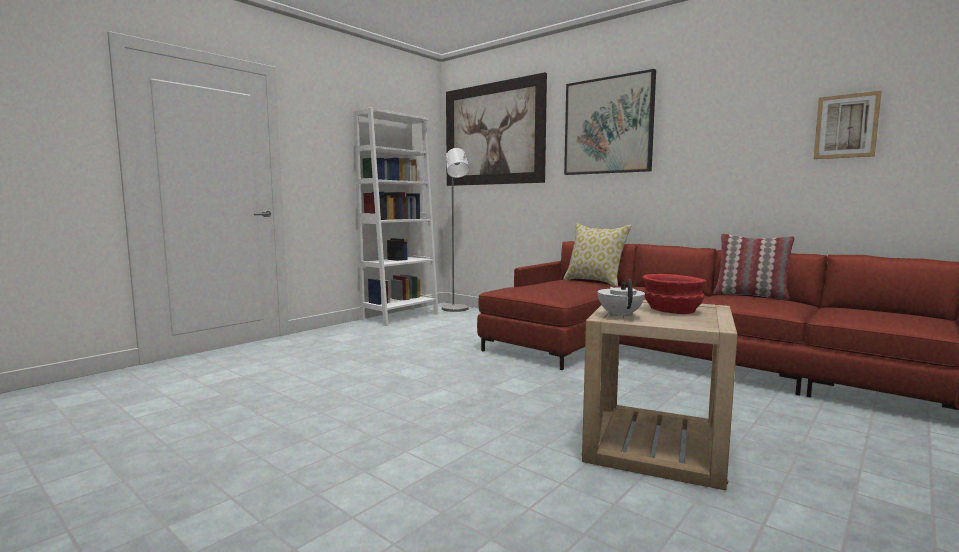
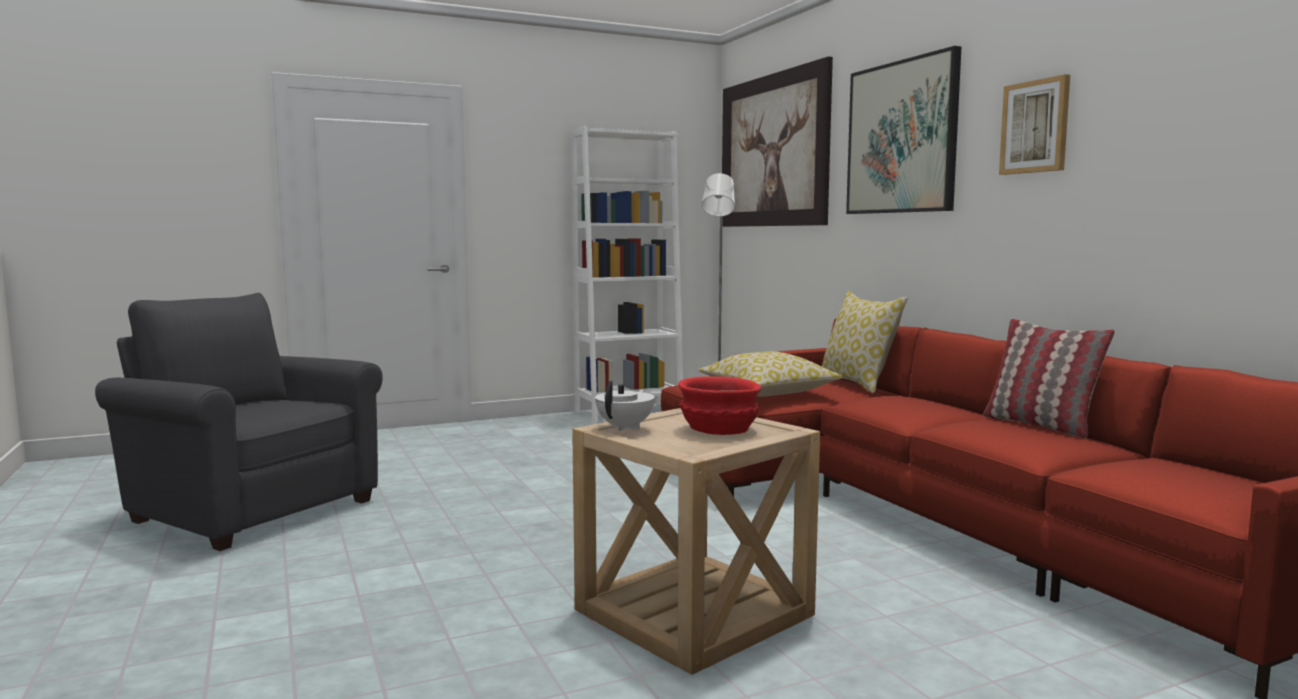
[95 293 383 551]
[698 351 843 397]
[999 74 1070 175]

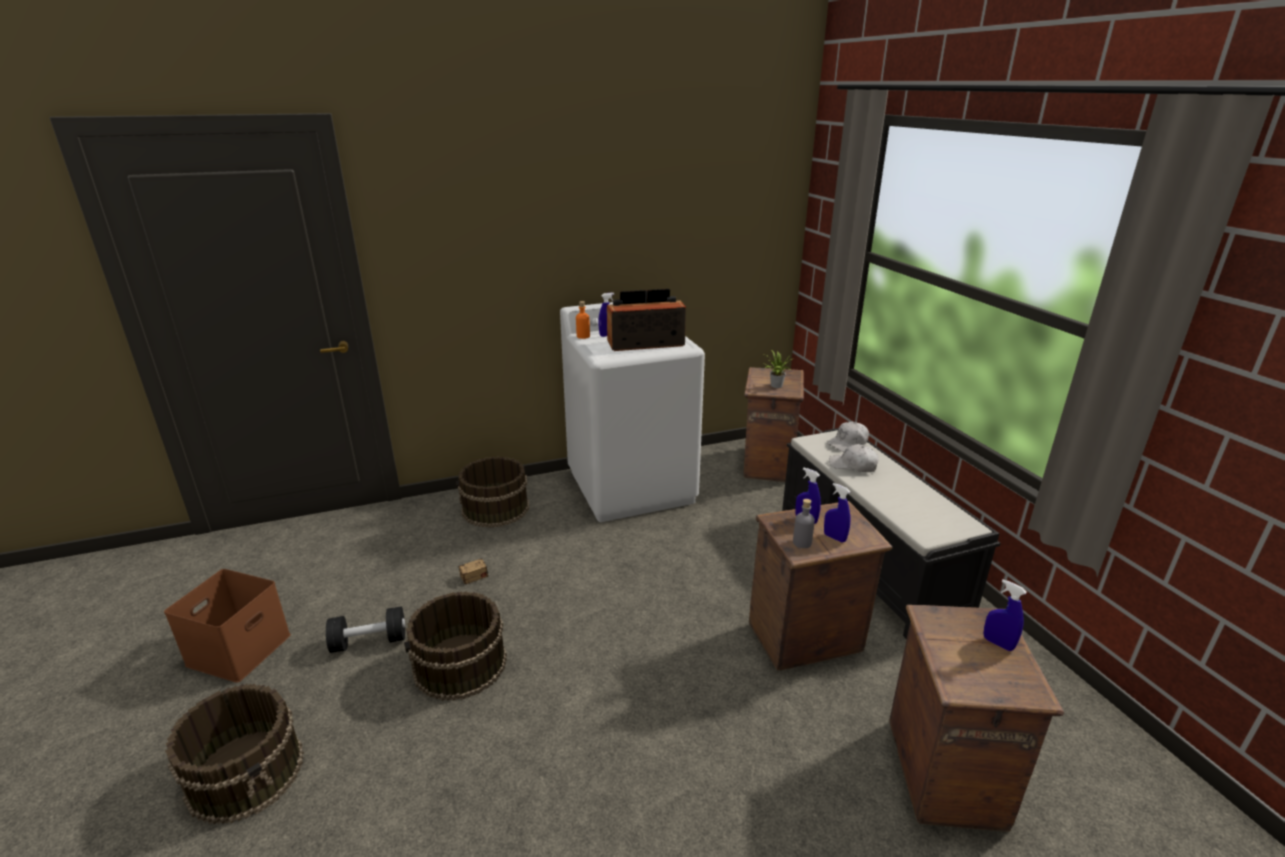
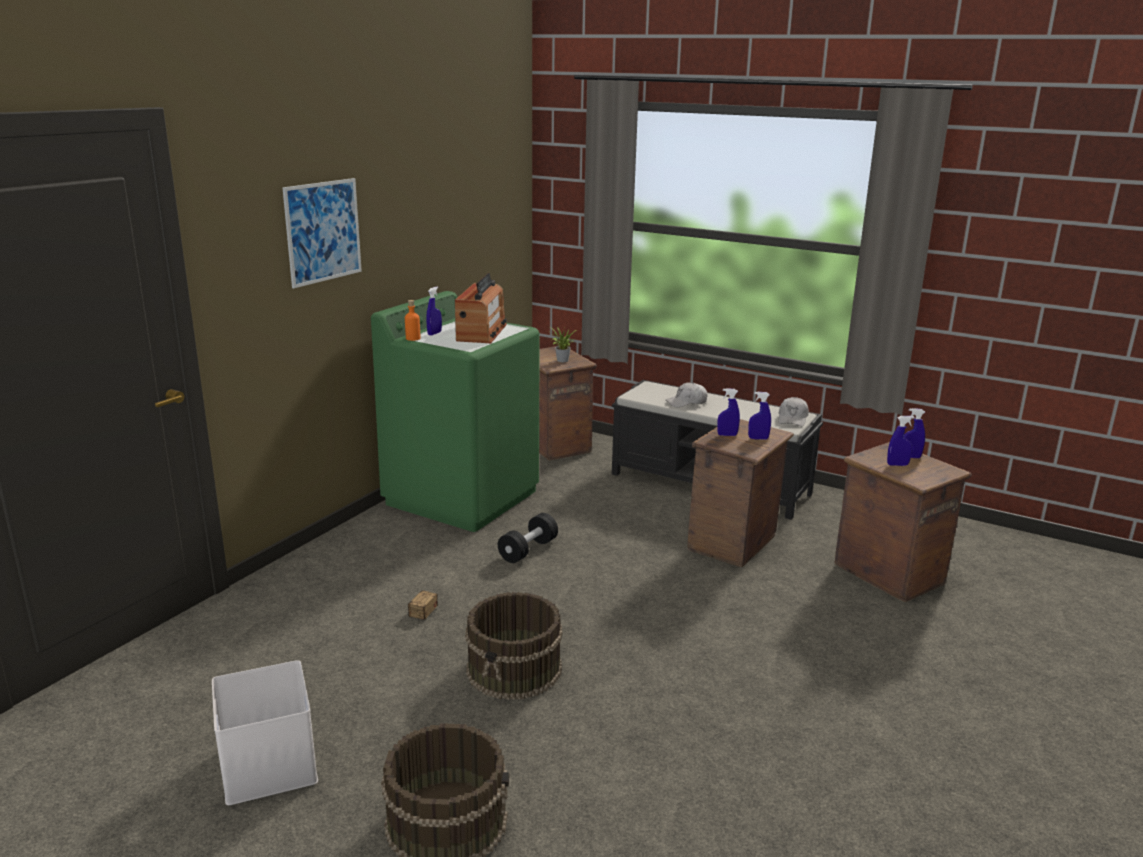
[456 457 529 528] (first image)
[793 499 815 548] (first image)
[282 178 362 288]
[887 416 915 466]
[498 513 558 563]
[778 397 809 426]
[212 660 318 805]
[371 291 540 532]
[455 273 507 343]

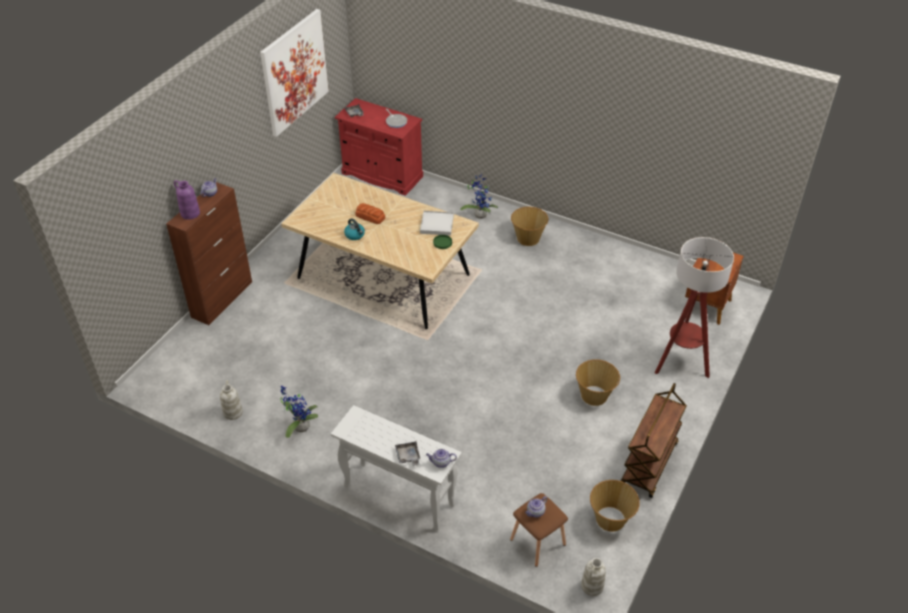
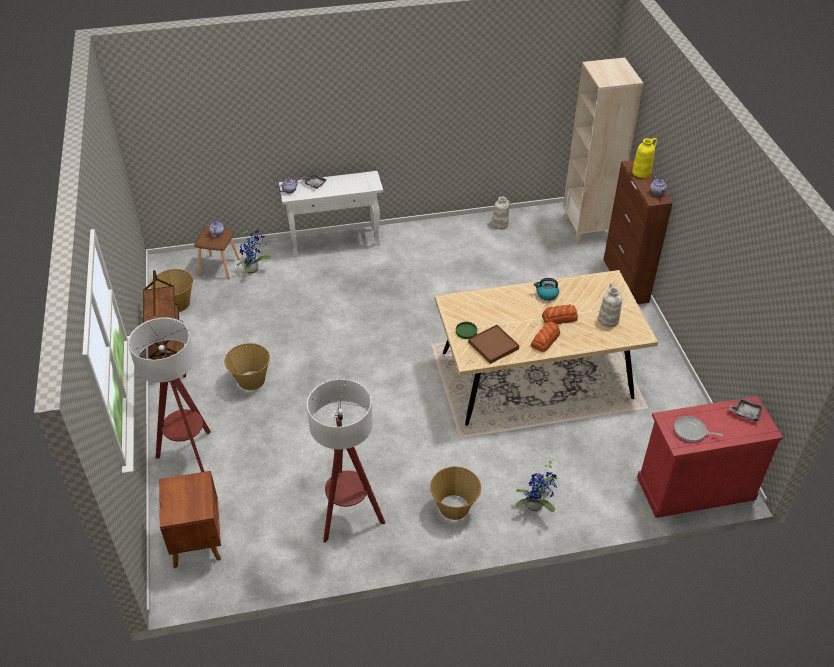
[260 9 329 137] (first image)
[307 379 385 543]
[531 321 560 352]
[563 57 643 245]
[237 226 271 274]
[598 283 622 327]
[632 138 658 178]
[468 325 519 364]

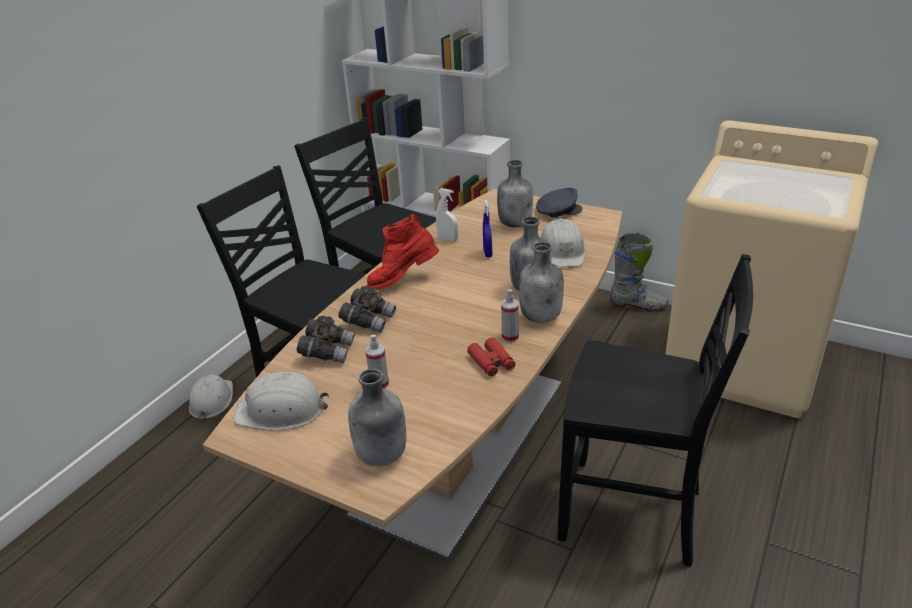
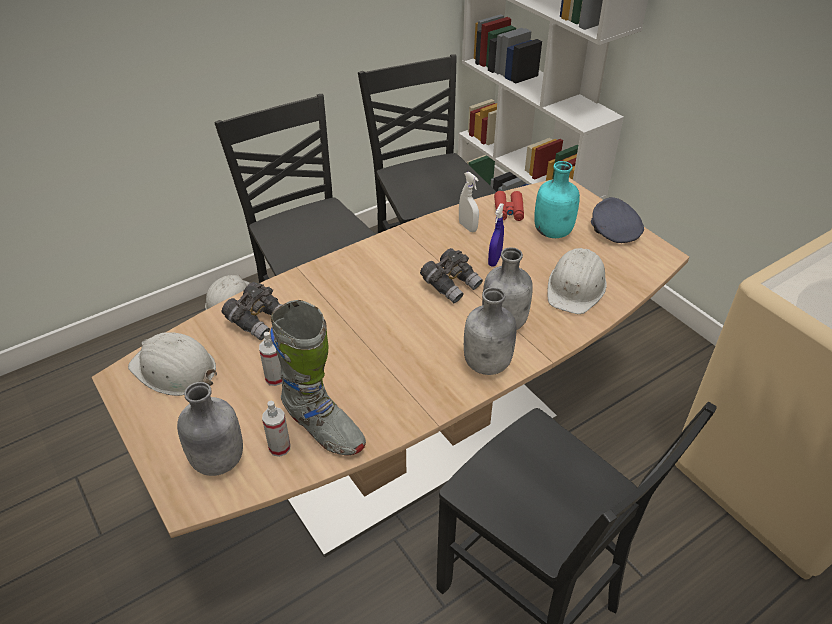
[366 214 439 290] (first image)
[420 248 483 303]
[494 191 524 221]
[262 401 290 457]
[270 300 366 455]
[534 161 580 238]
[591 197 644 243]

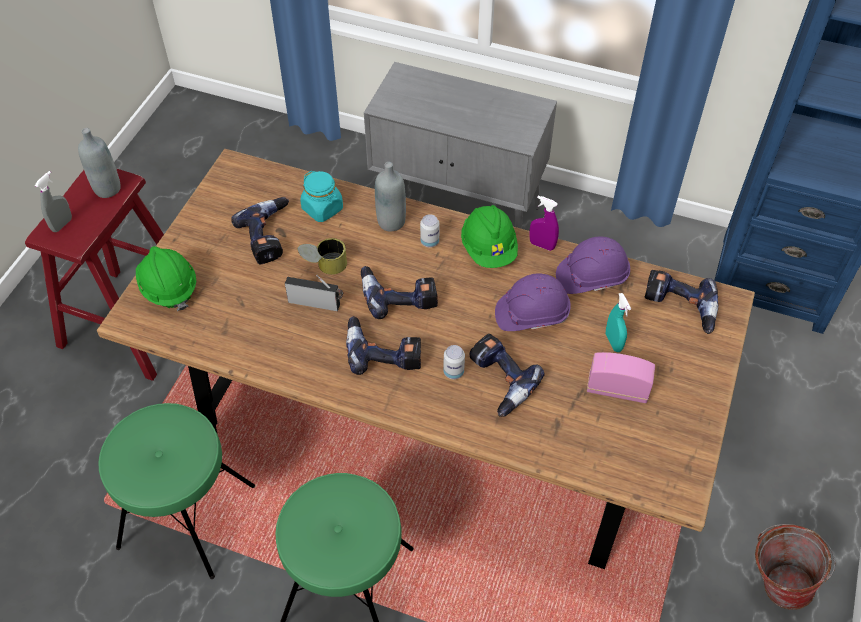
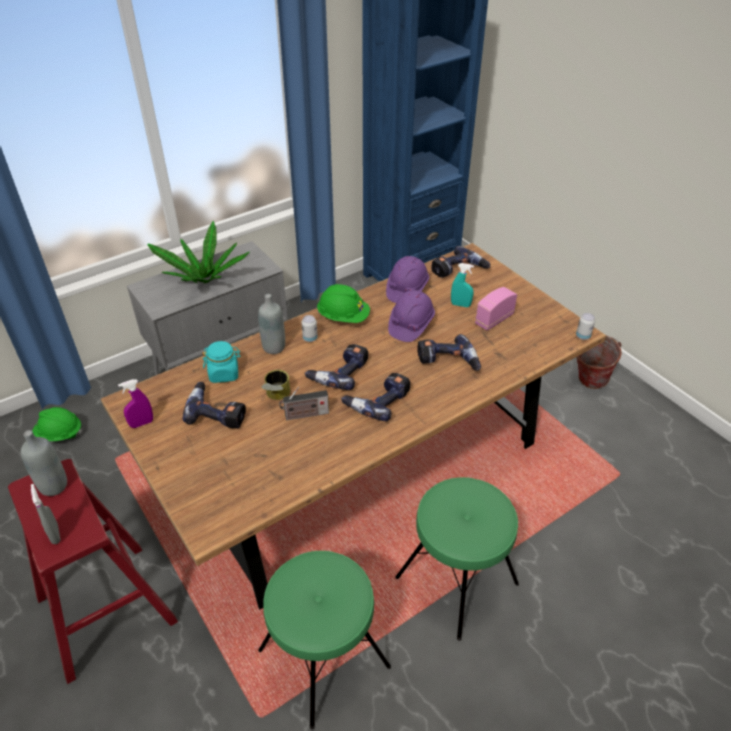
[147 221 250 284]
[32 407 83 441]
[576 313 595 340]
[118 379 153 428]
[279 387 329 420]

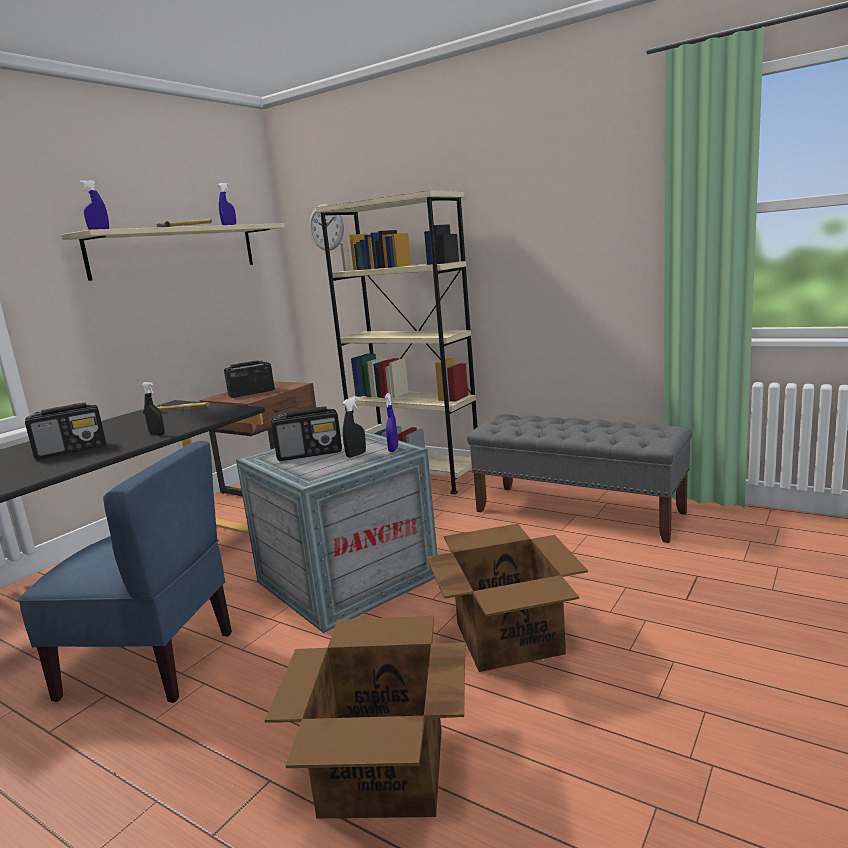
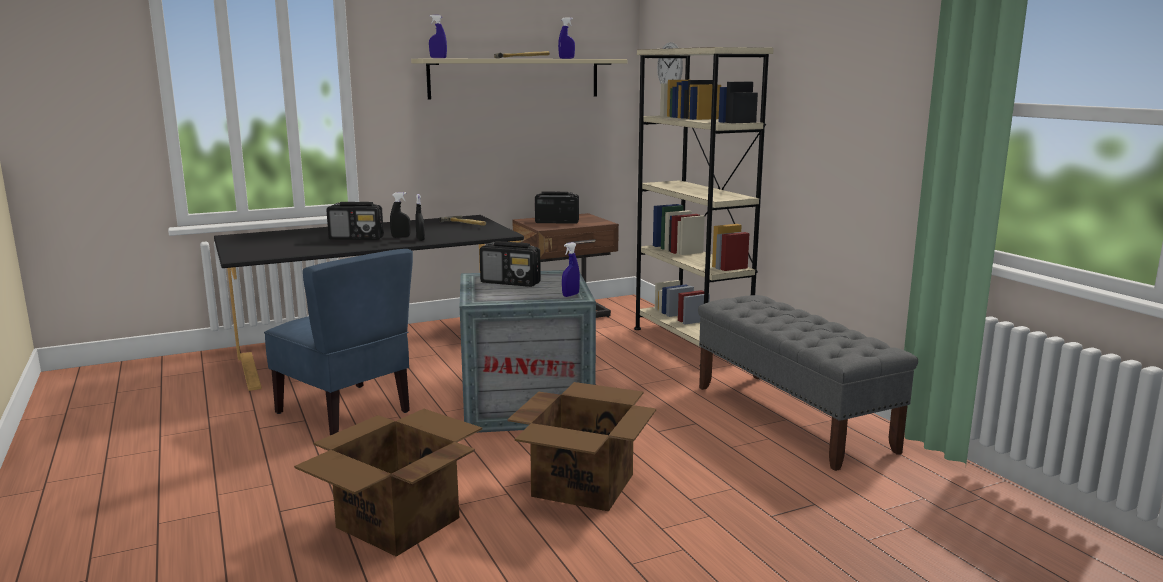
[390 192 411 238]

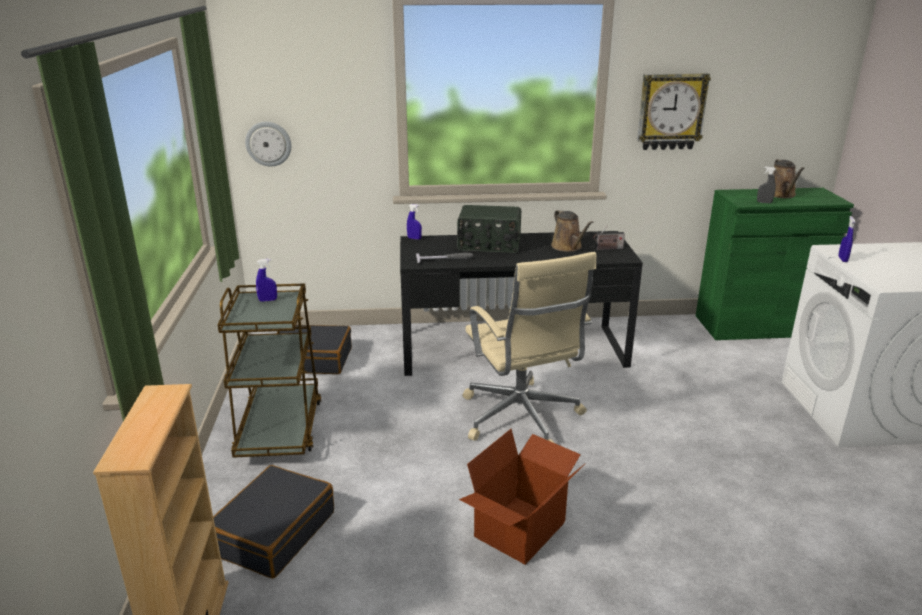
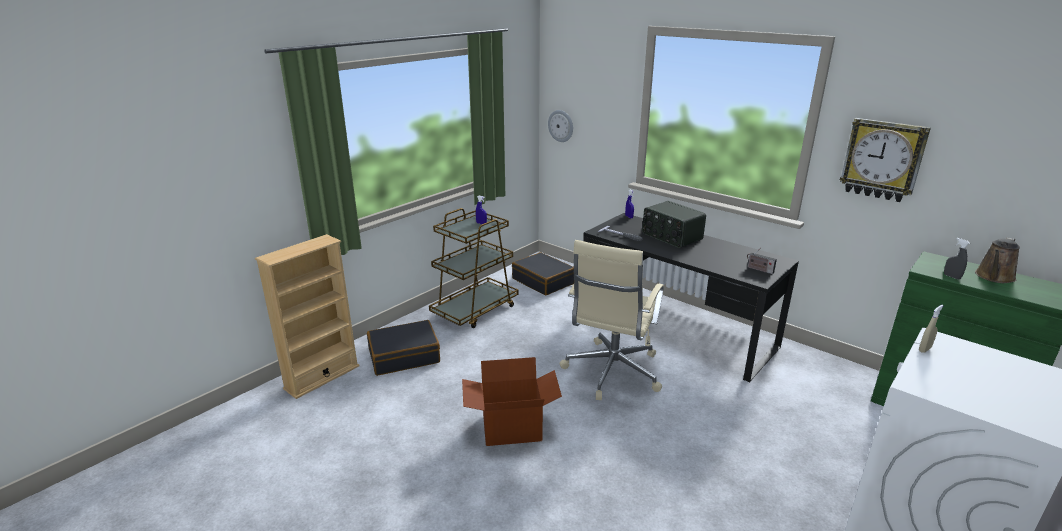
[551 209 593 252] (first image)
[919 305 943 353]

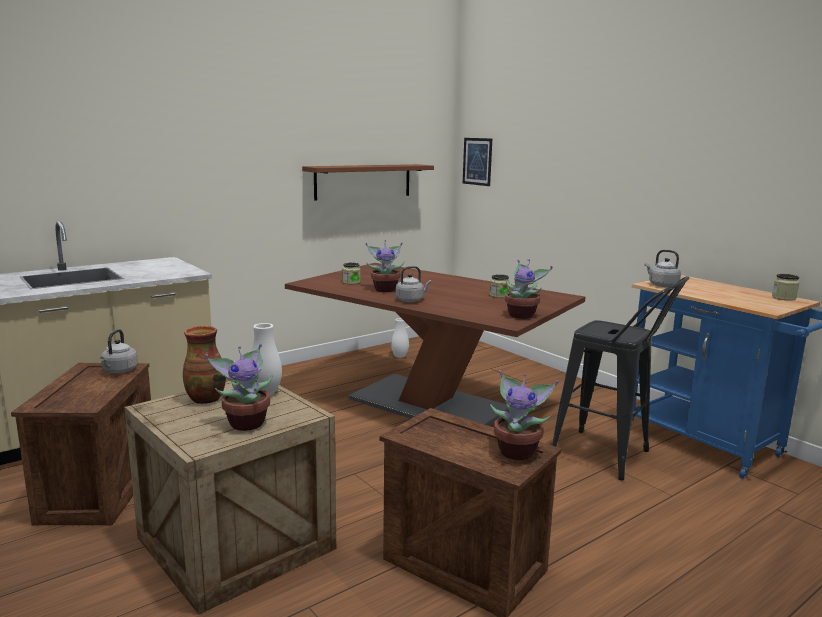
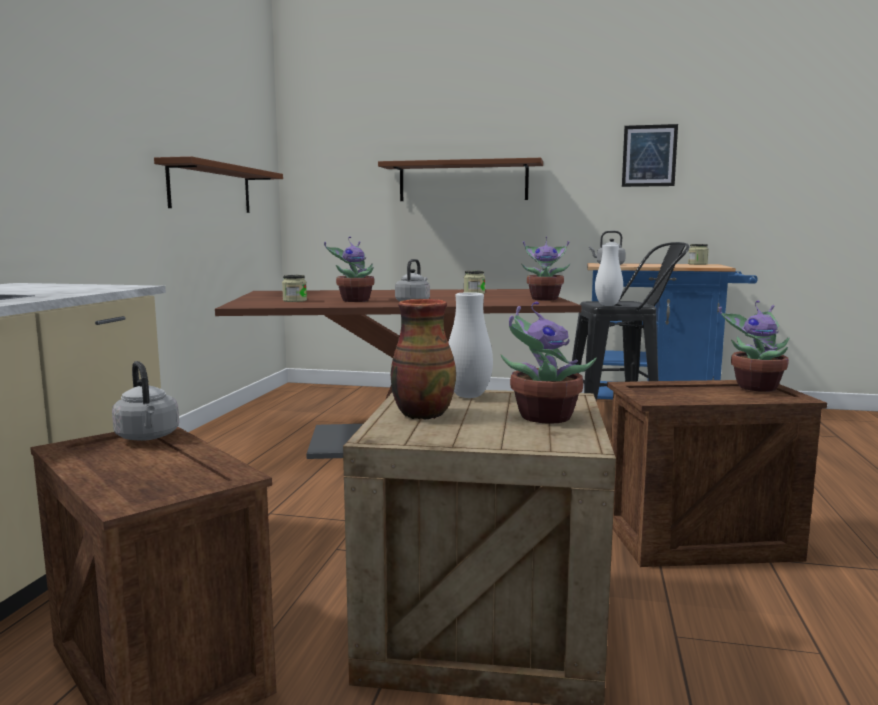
[378 158 543 201]
[595 245 623 306]
[622 124 678 187]

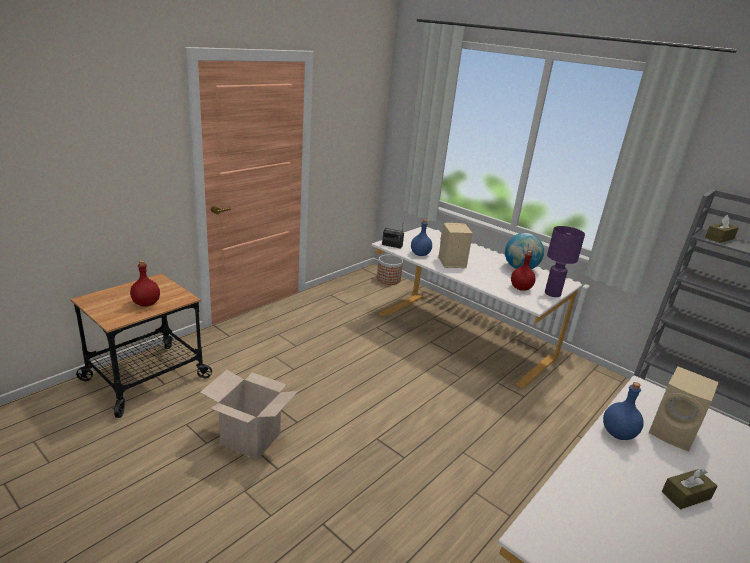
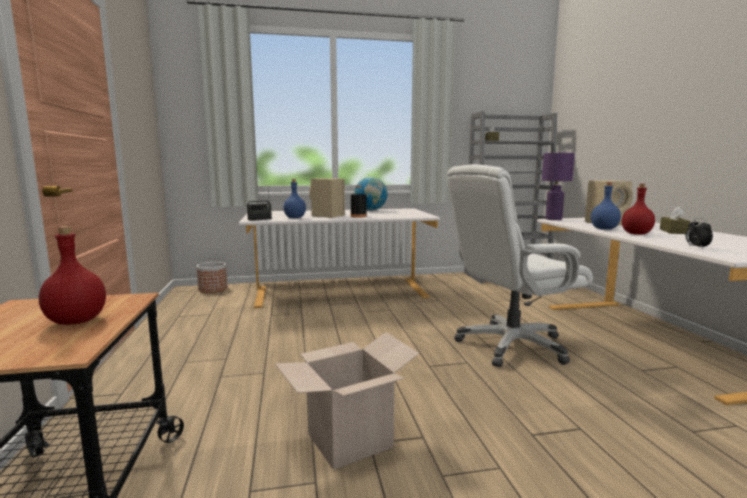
[351 185 367 218]
[447 164 593 367]
[686 218 713 249]
[622 184 655 235]
[542 153 575 220]

